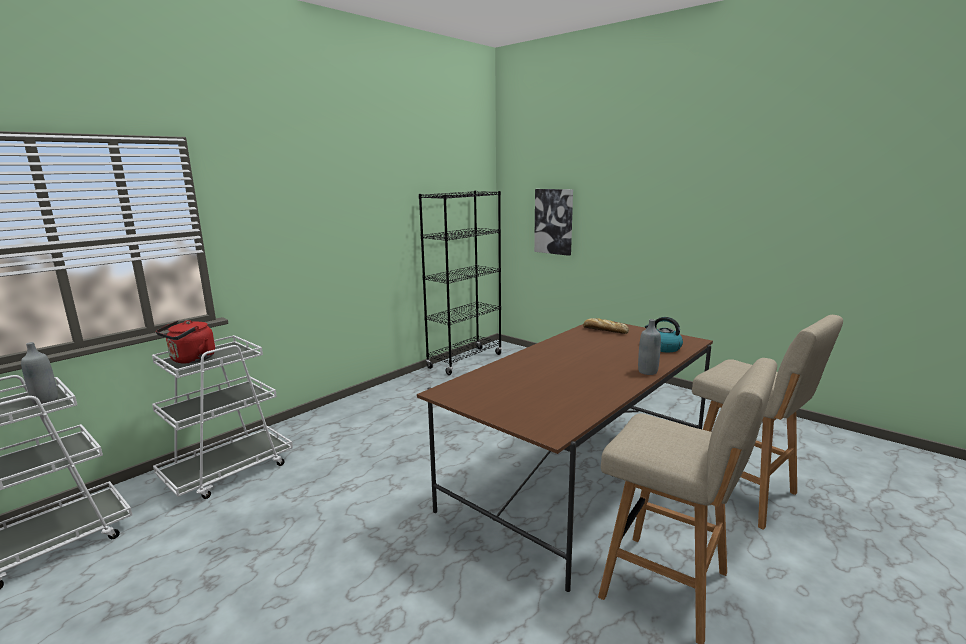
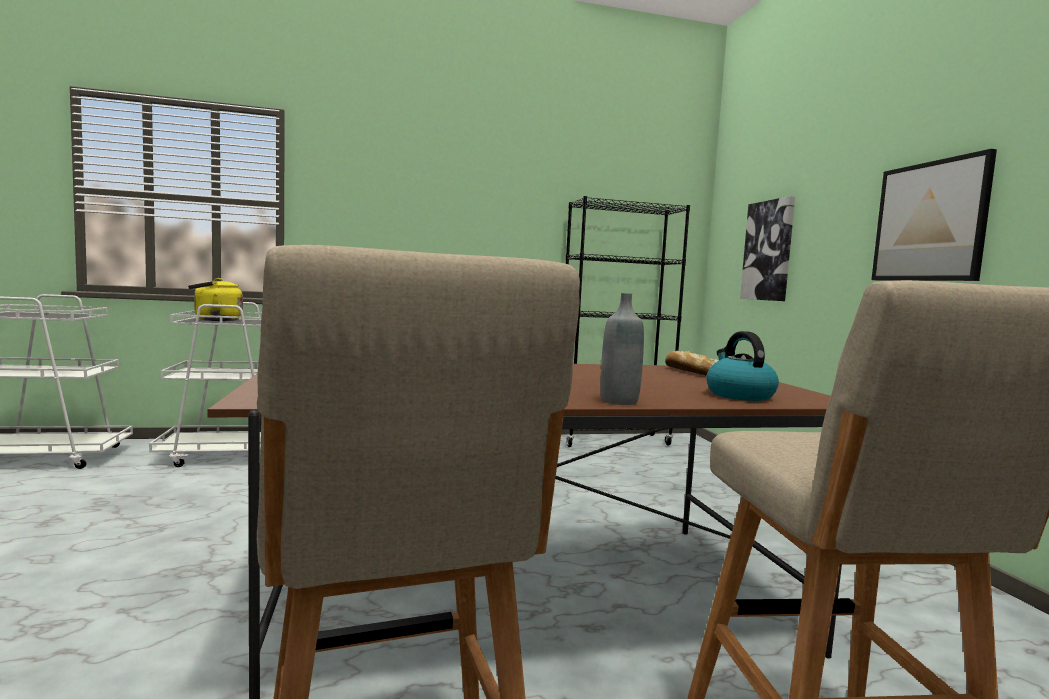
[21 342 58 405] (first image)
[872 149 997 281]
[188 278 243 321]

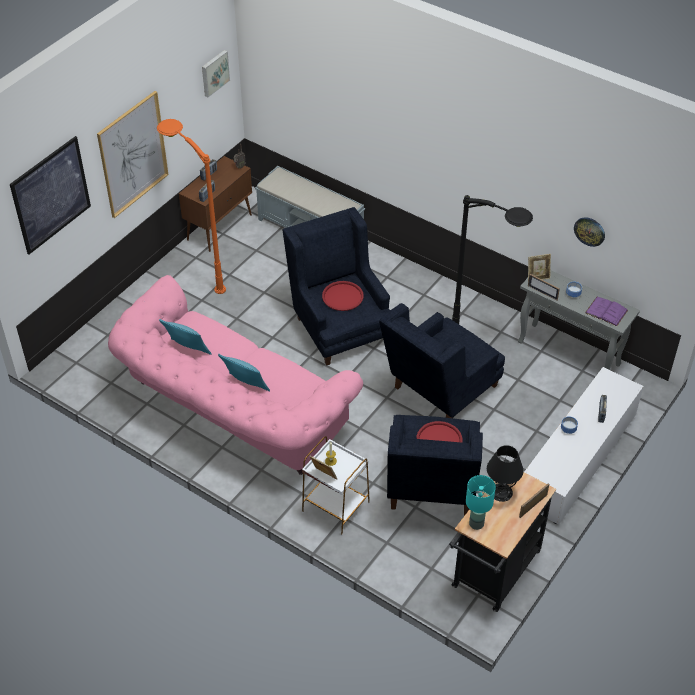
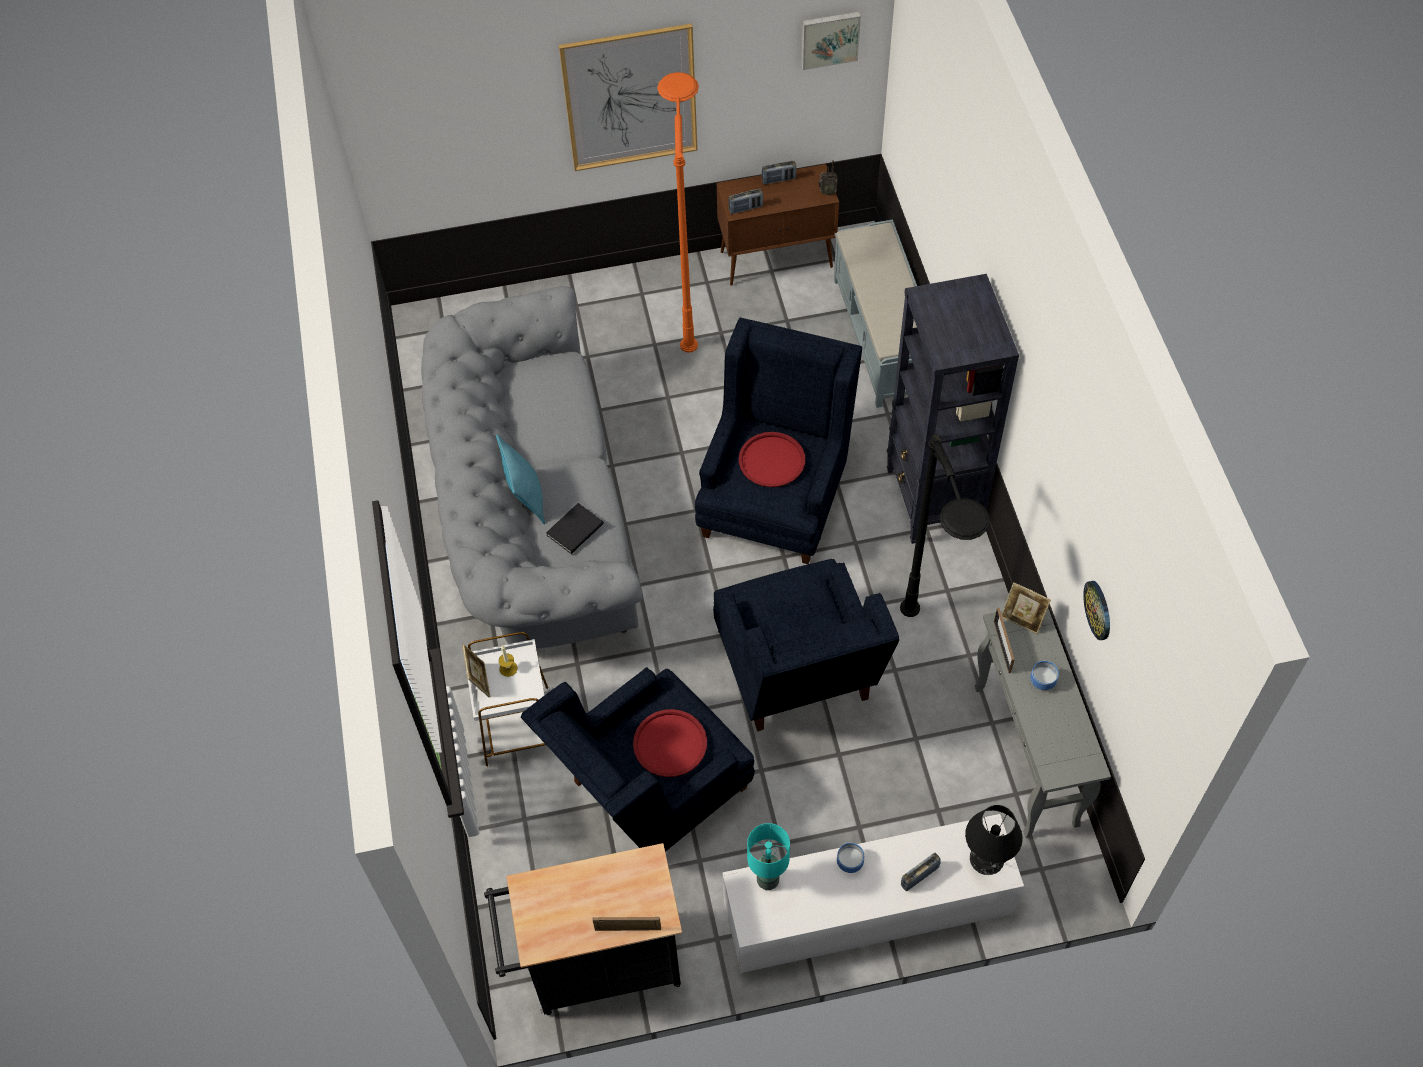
[10 136 91 254] (first image)
[159 319 212 355] (first image)
[585 297 628 326] (first image)
[546 503 604 554]
[887 274 1019 544]
[747 823 790 890]
[965 805 1023 875]
[421 286 642 649]
[713 559 899 731]

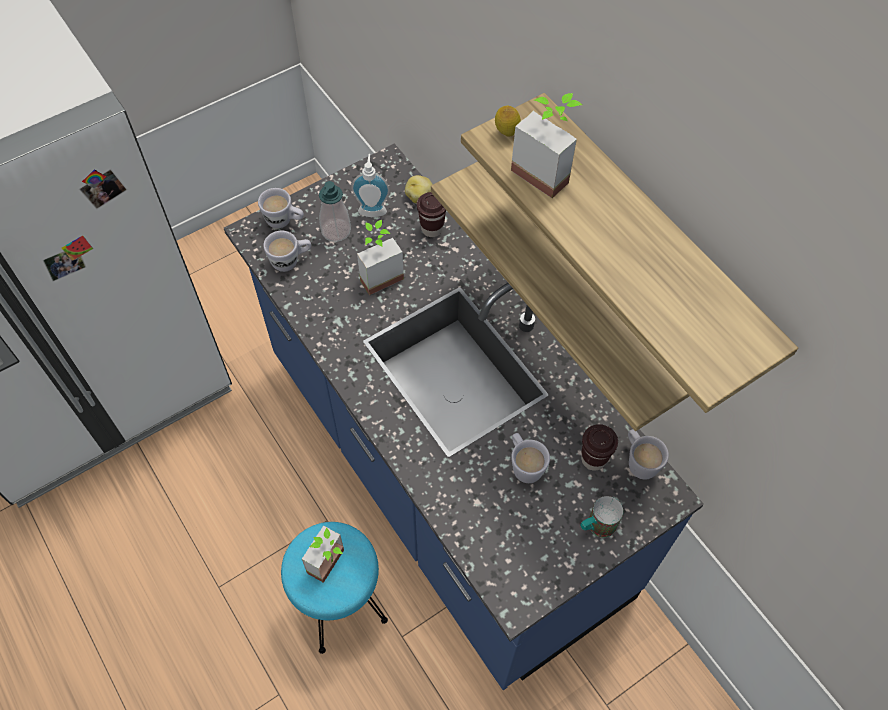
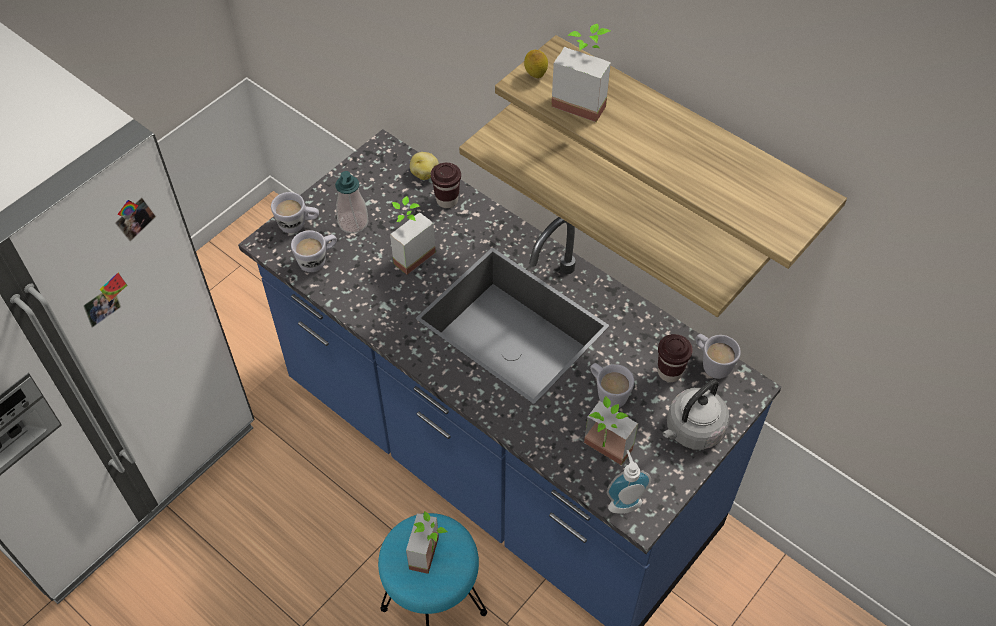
[584 396 638 465]
[607 450 651 514]
[662 379 730 450]

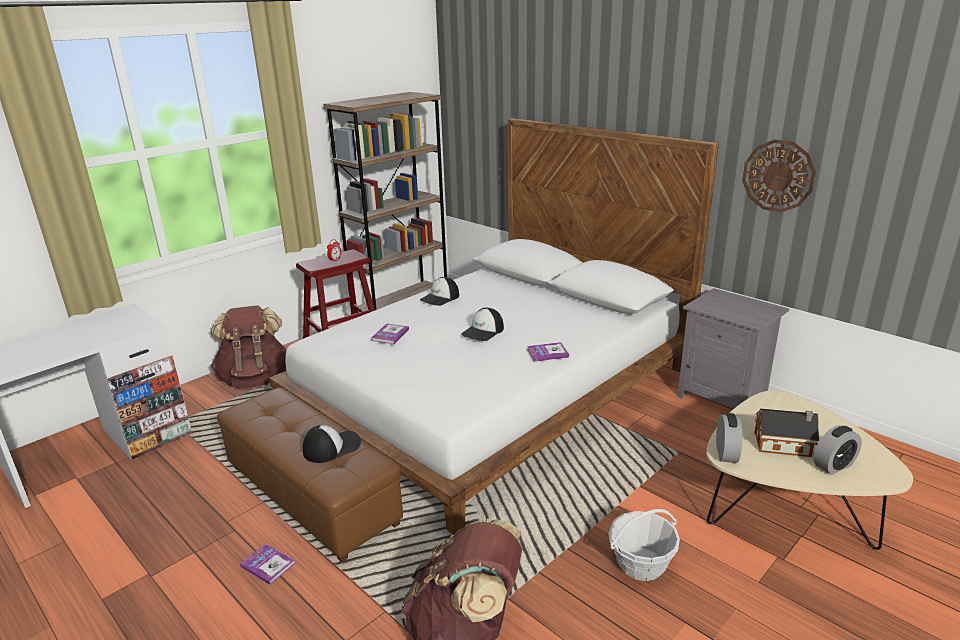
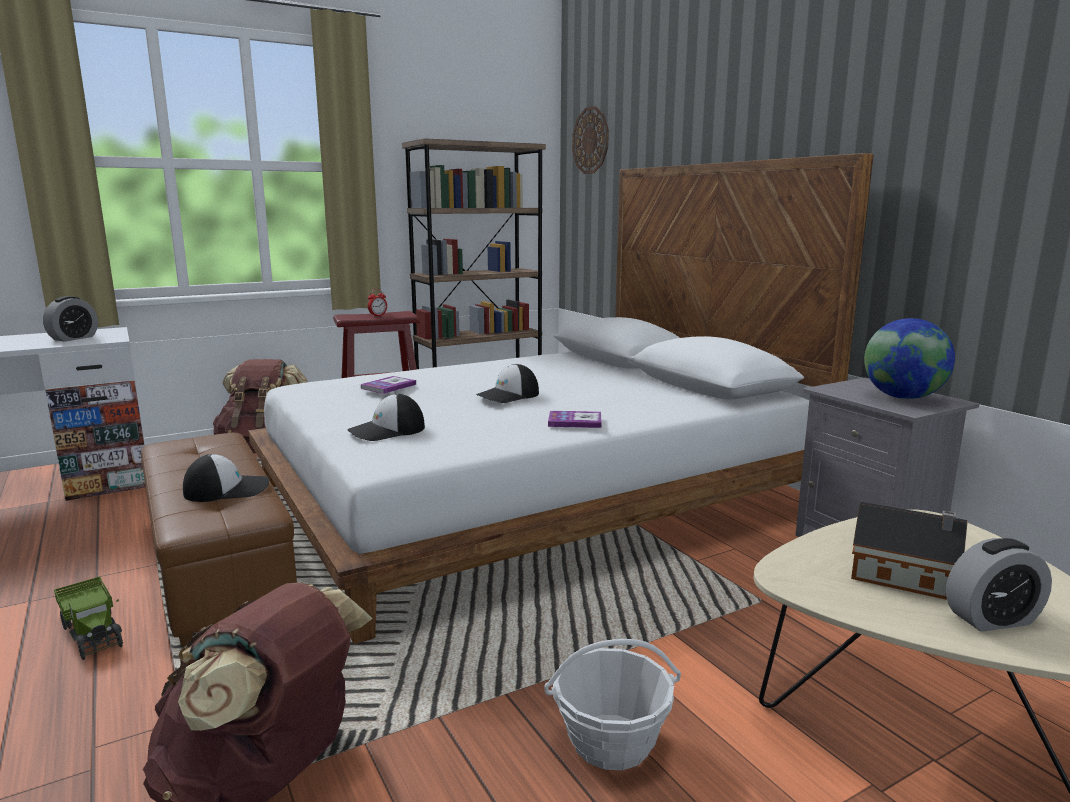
[864 318 955 399]
[347 394 425 441]
[43 296 98 341]
[572 106 609 174]
[54 577 123 660]

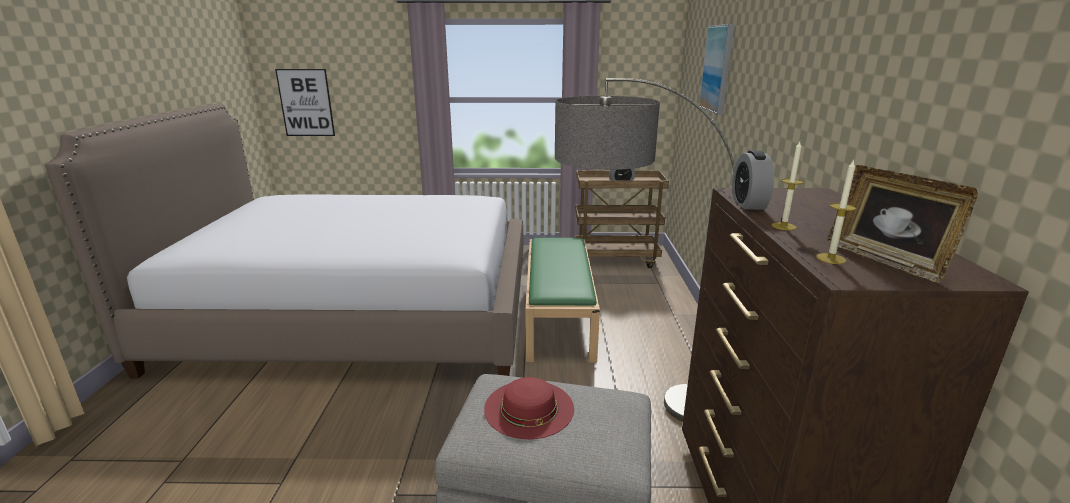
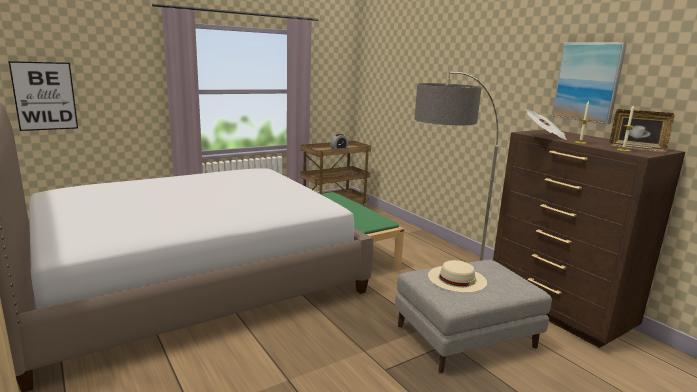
[552 43 627 124]
[526 109 567 140]
[428 260 487 293]

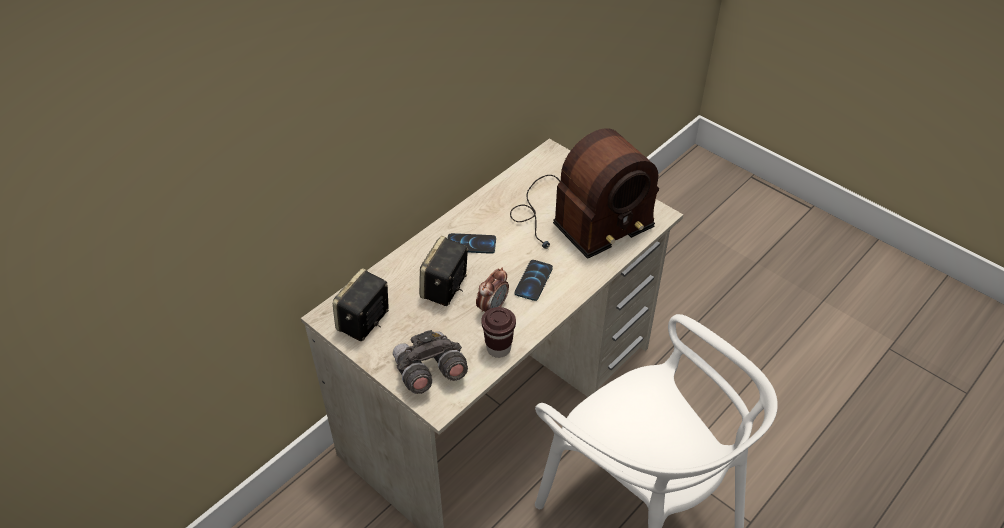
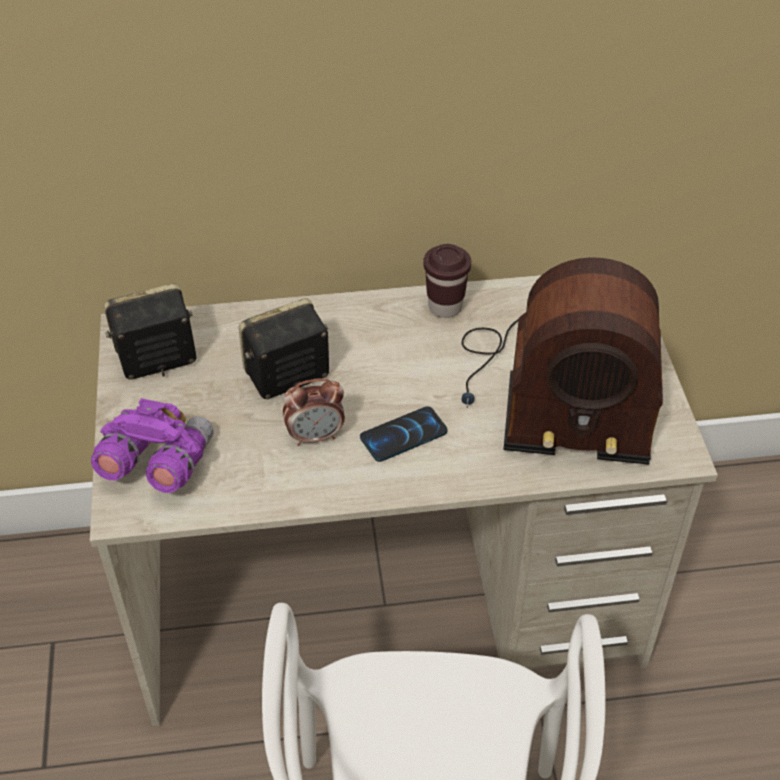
[447 233 496 254] (first image)
[423 244 471 318]
[91 398 214 493]

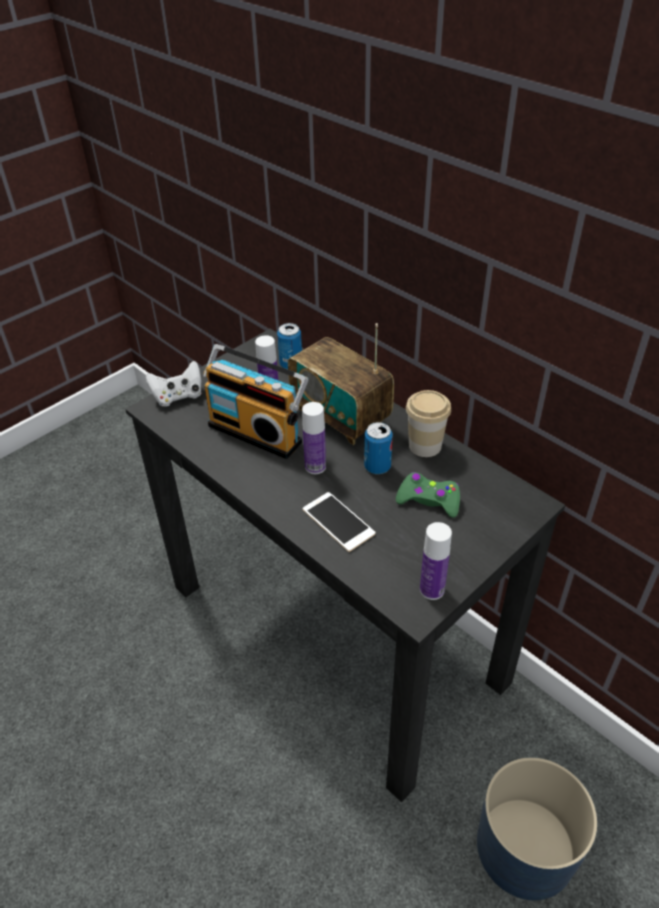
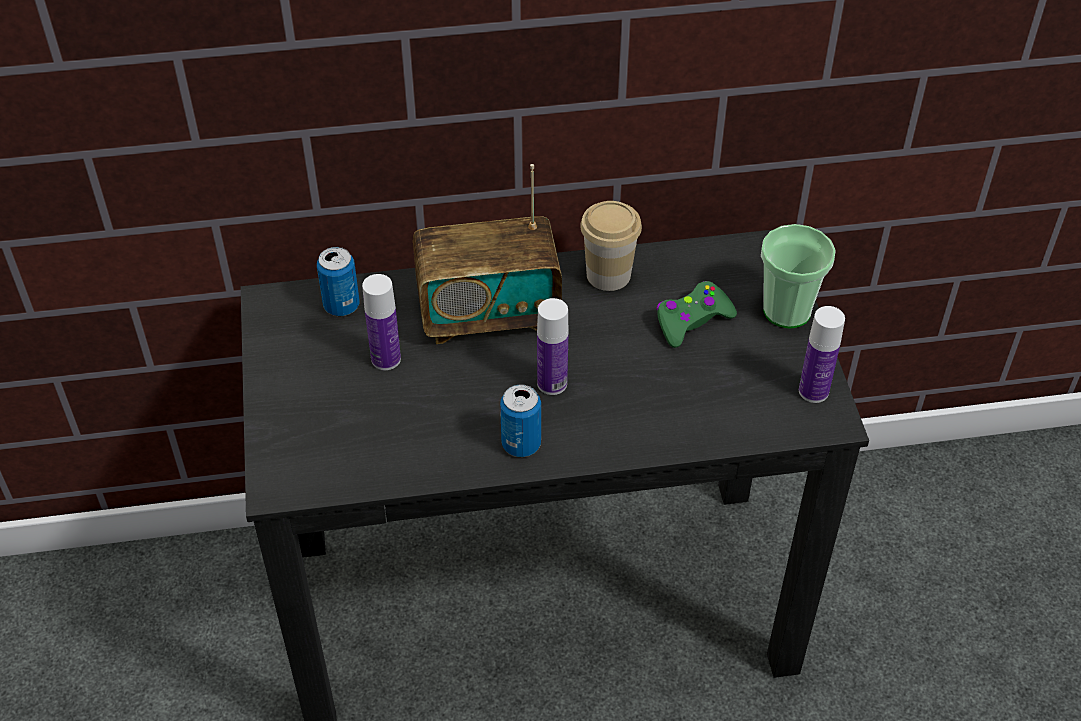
[146 361 201 407] (first image)
[203 344 309 459] (first image)
[303 492 375 552] (first image)
[477 757 597 900] (first image)
[761 224 836 329]
[500 384 541 457]

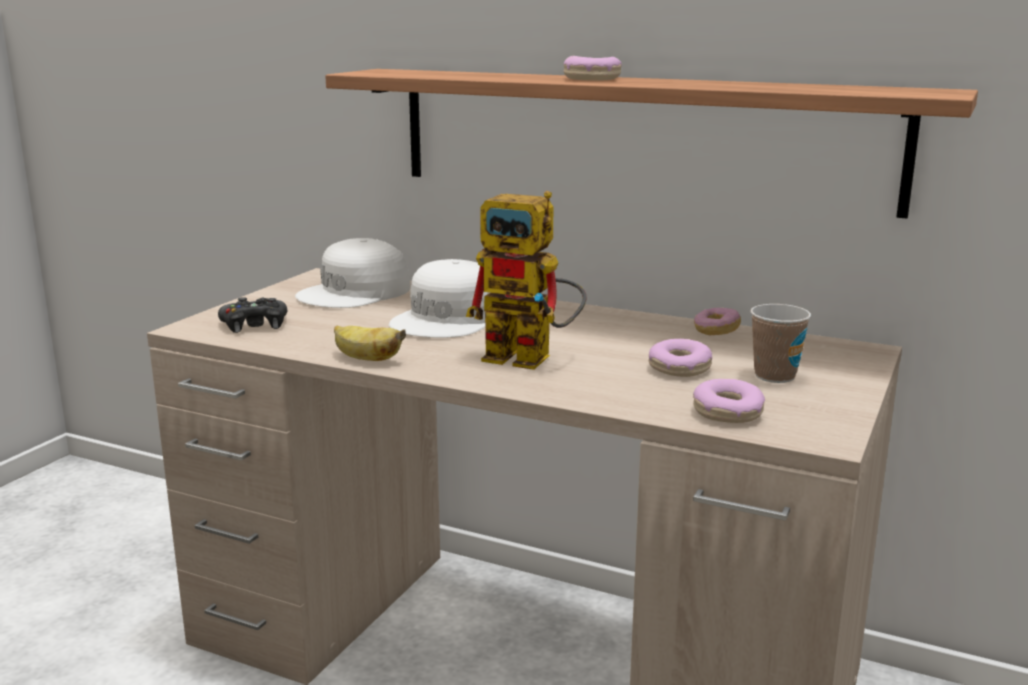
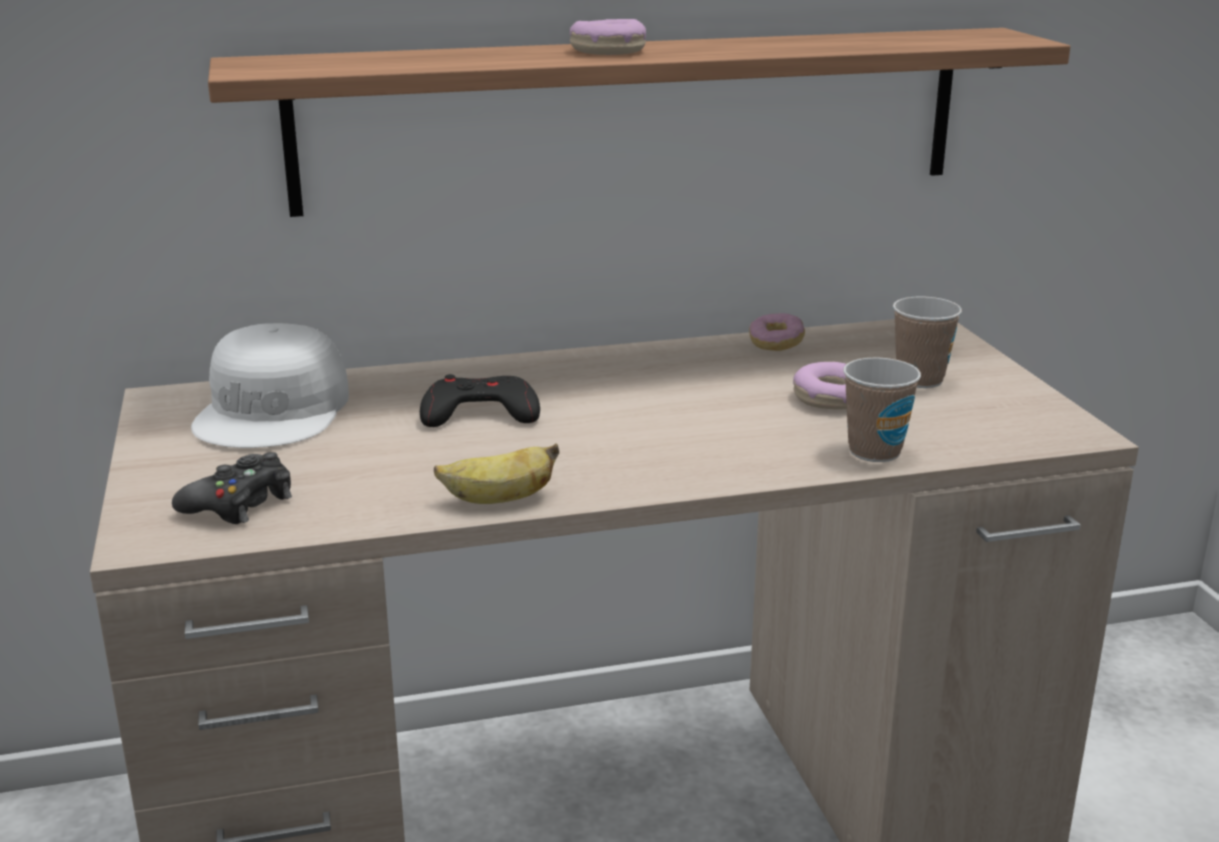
[466 191 586 370] (first image)
[693 379 765 423] (first image)
[843 358 921 462]
[420 374 540 427]

